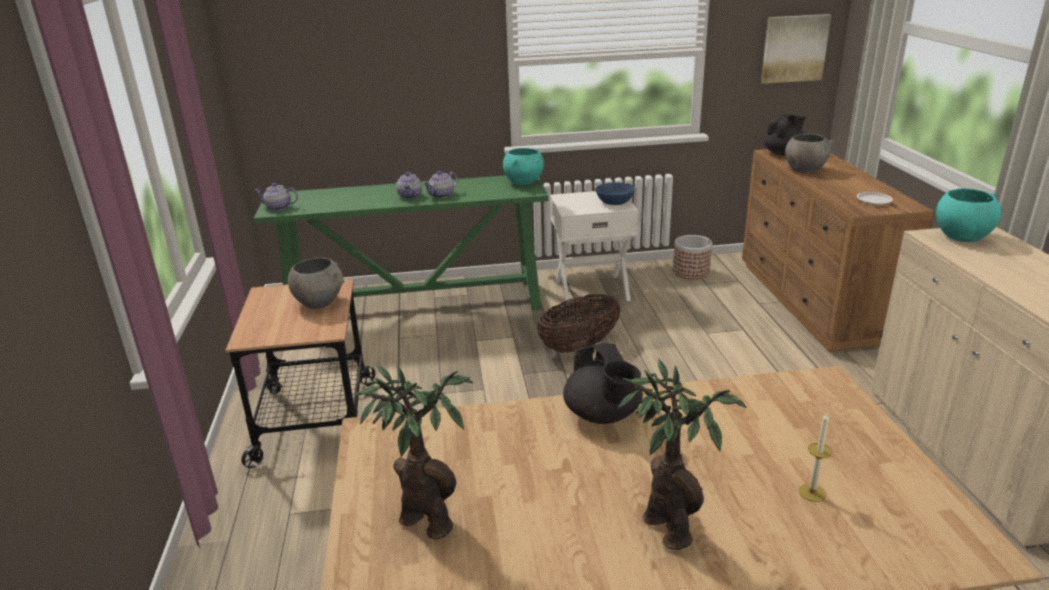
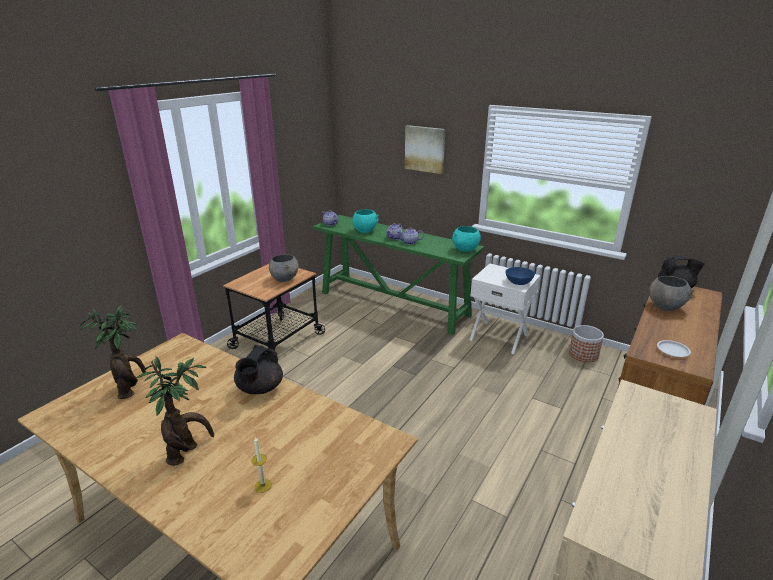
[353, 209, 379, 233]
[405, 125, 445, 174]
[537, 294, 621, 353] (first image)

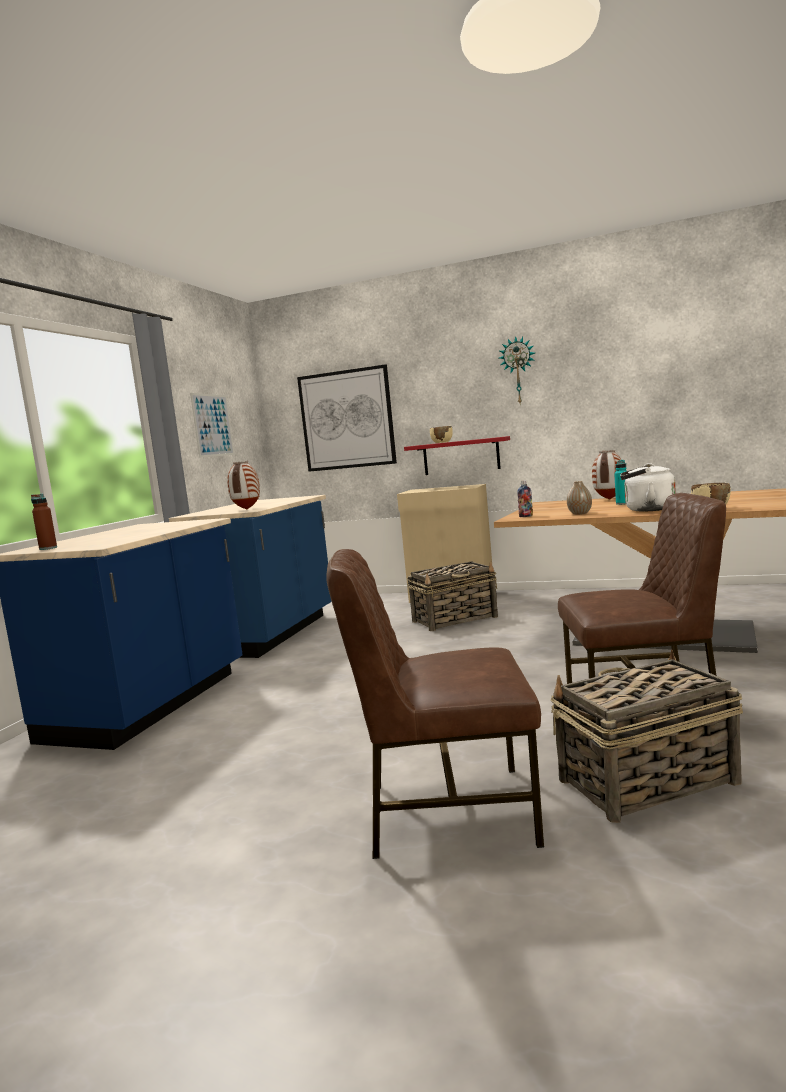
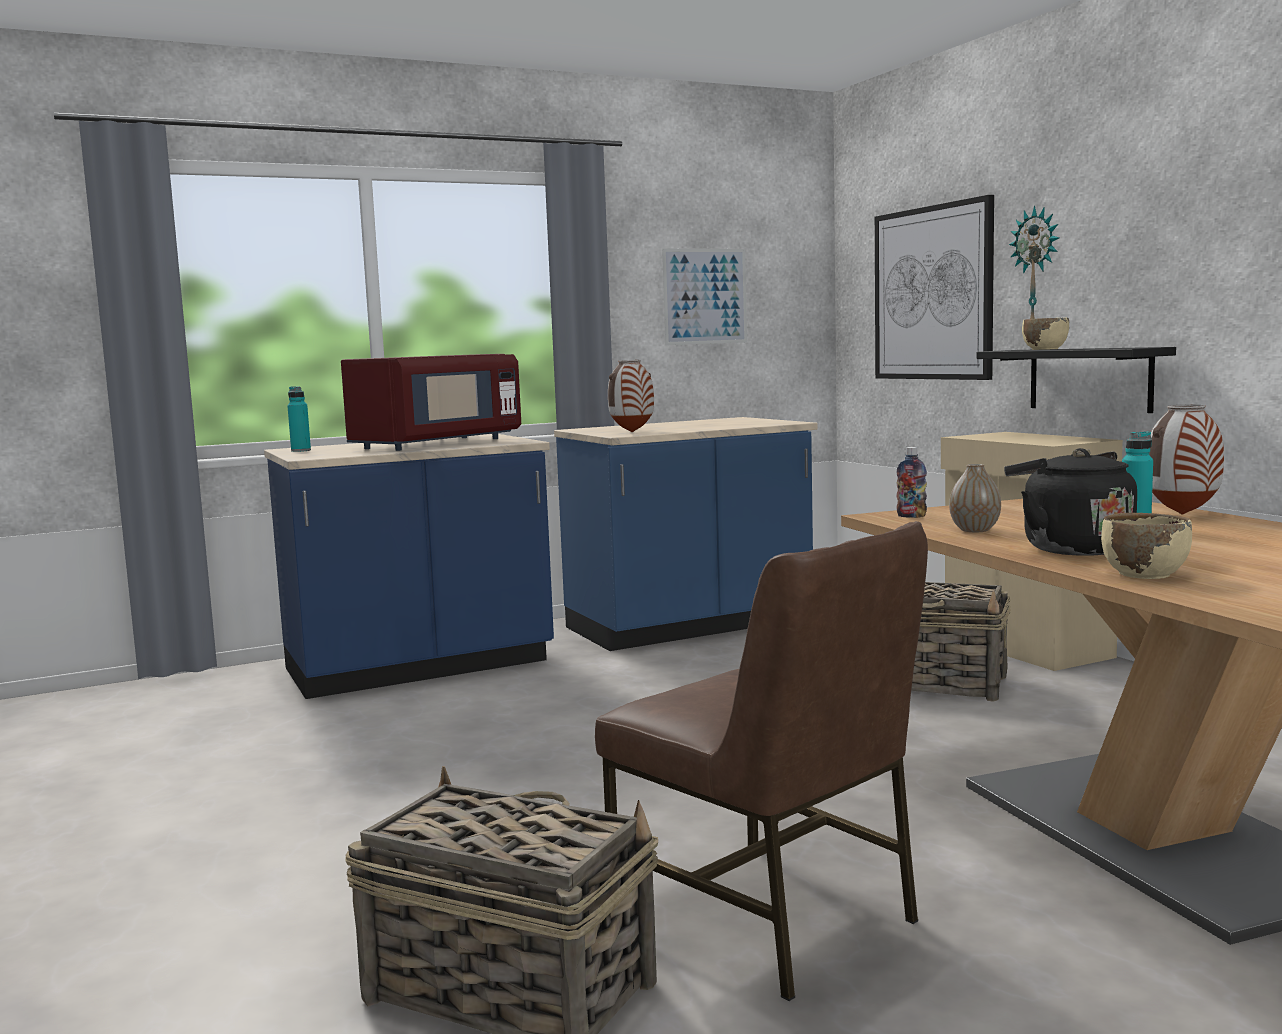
[288, 386, 311, 452]
[341, 354, 521, 451]
[977, 347, 1176, 413]
[1004, 448, 1137, 556]
[1009, 206, 1060, 319]
[326, 549, 544, 859] (first image)

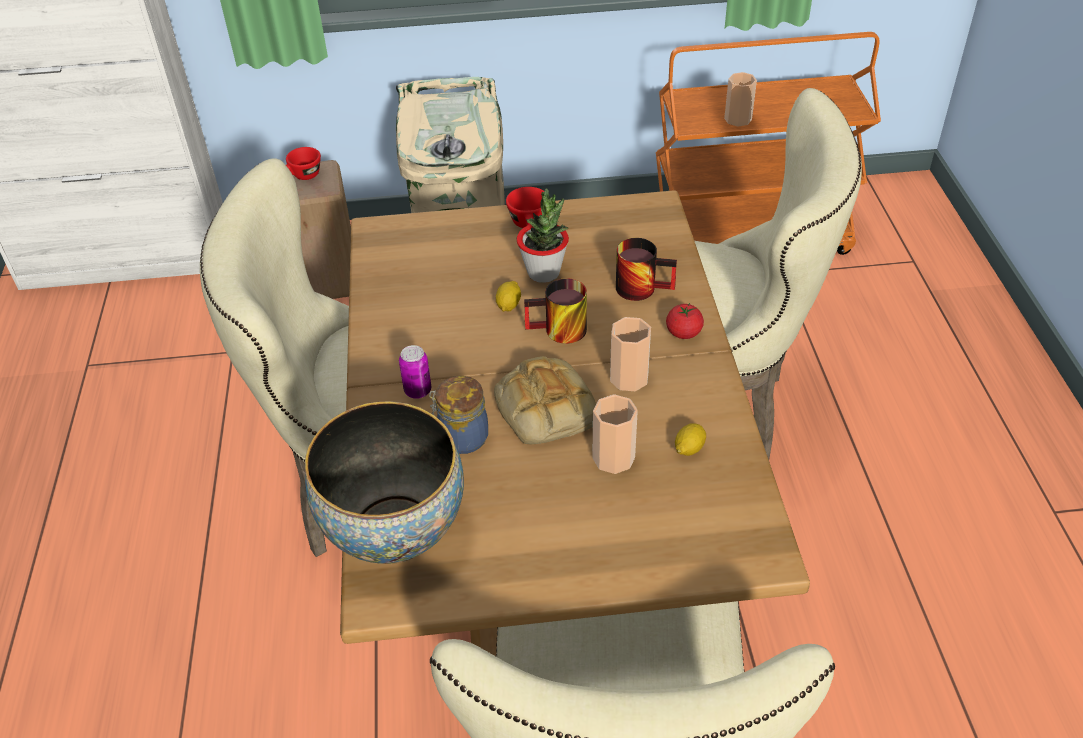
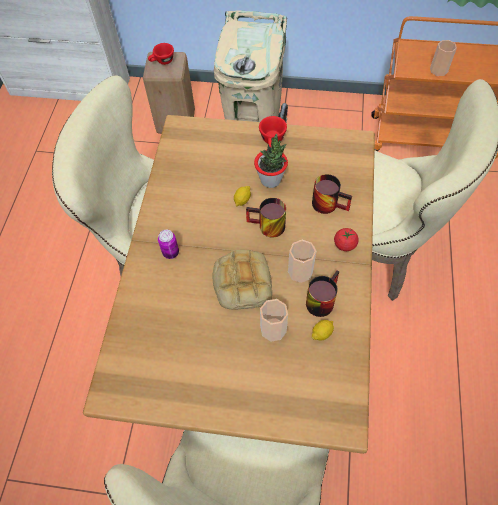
[306, 270, 339, 317]
[305, 401, 464, 564] (first image)
[429, 376, 488, 454] (first image)

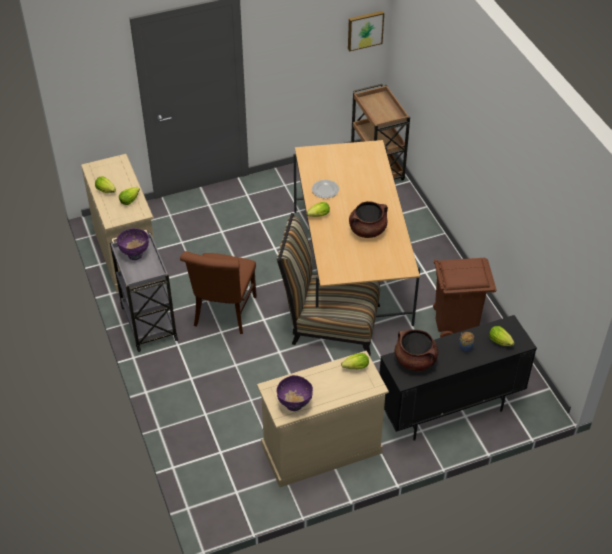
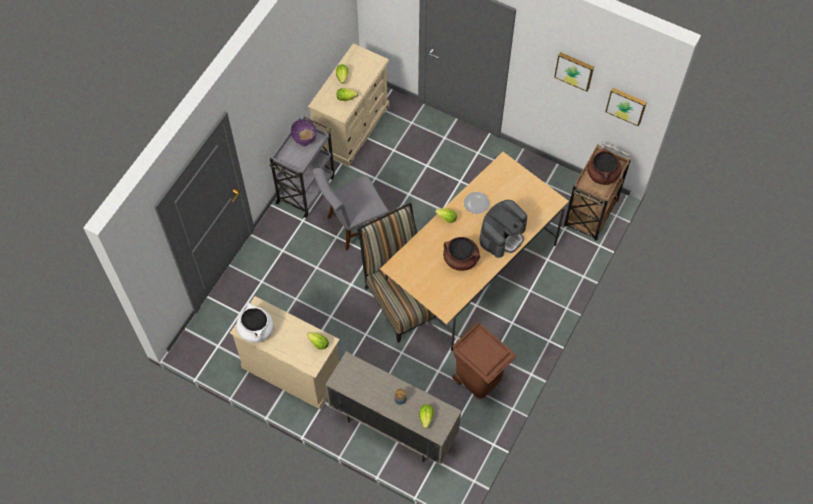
[236, 303, 273, 343]
[312, 168, 389, 251]
[325, 352, 462, 465]
[480, 200, 527, 258]
[554, 52, 594, 92]
[587, 148, 622, 185]

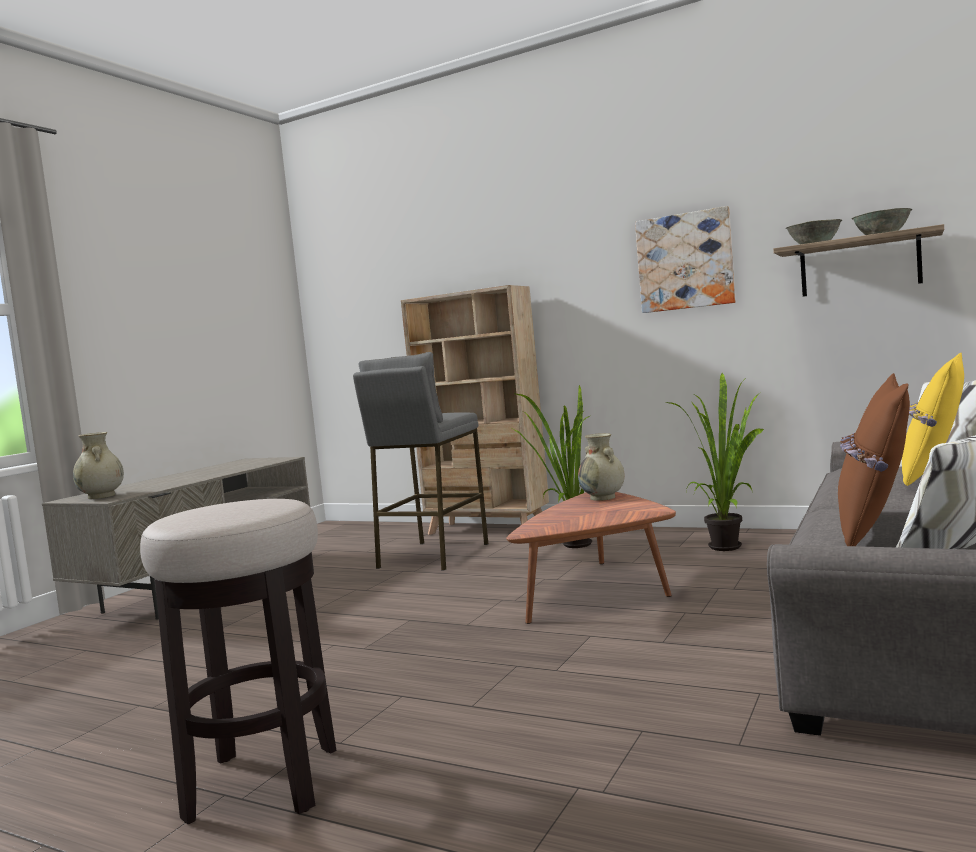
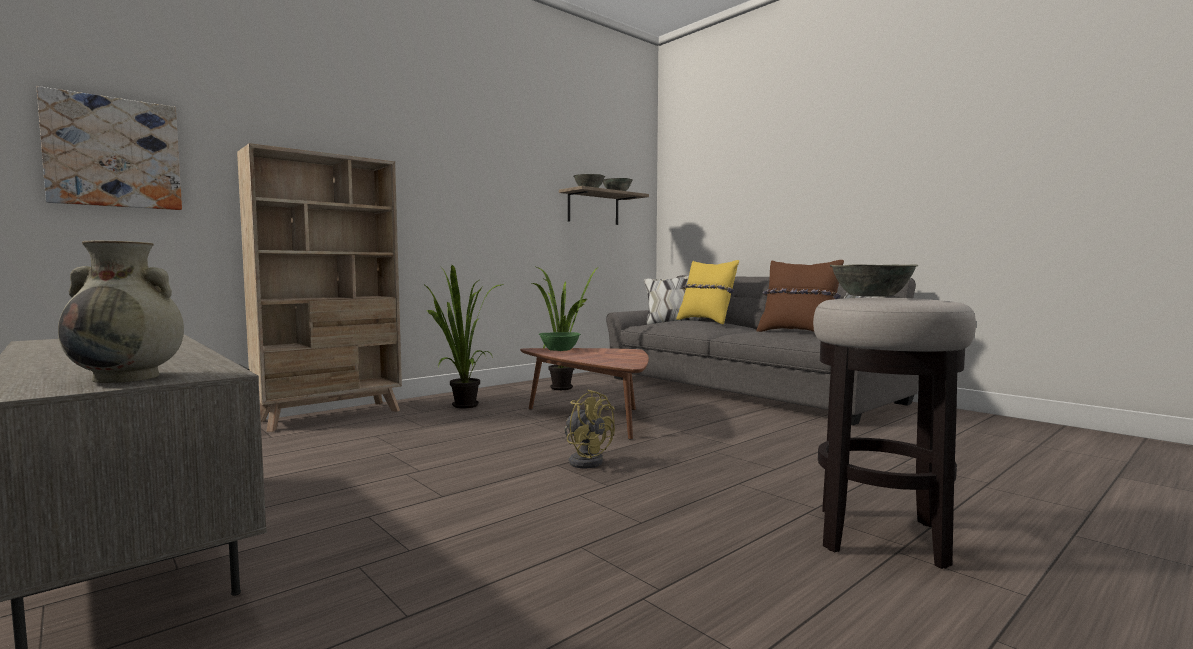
[37, 86, 182, 210]
[539, 332, 581, 351]
[564, 389, 615, 469]
[830, 264, 919, 297]
[353, 352, 488, 571] (first image)

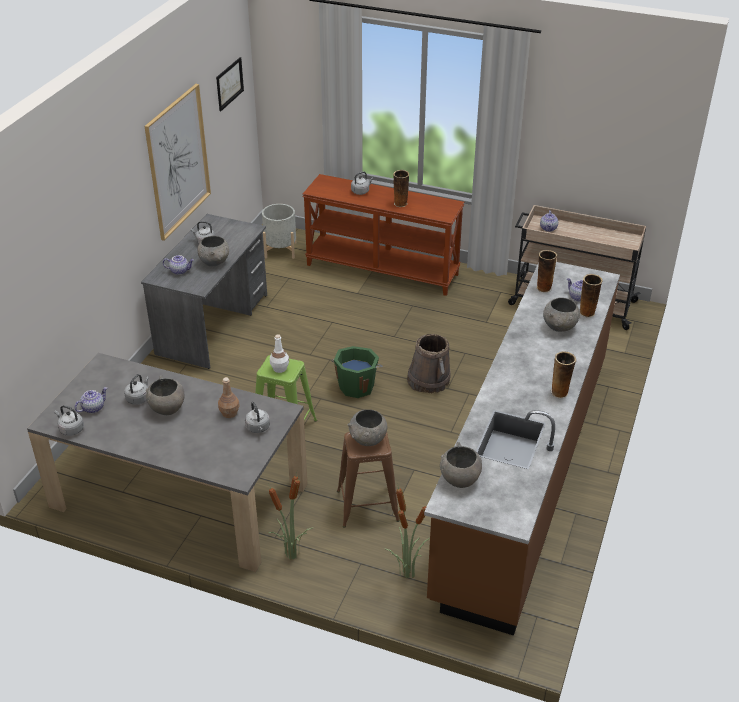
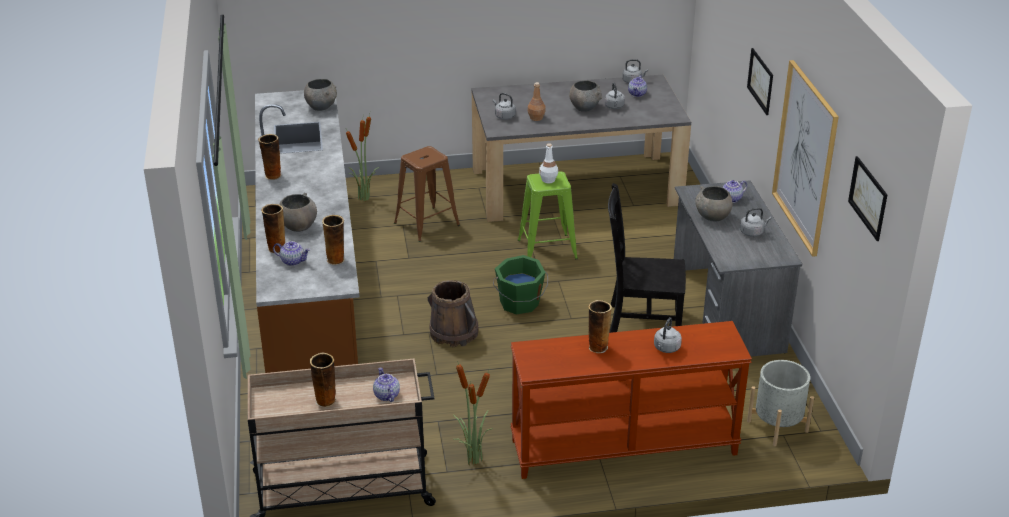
[310, 353, 336, 408]
[453, 361, 493, 466]
[608, 183, 686, 333]
[747, 48, 773, 115]
[347, 409, 387, 446] (first image)

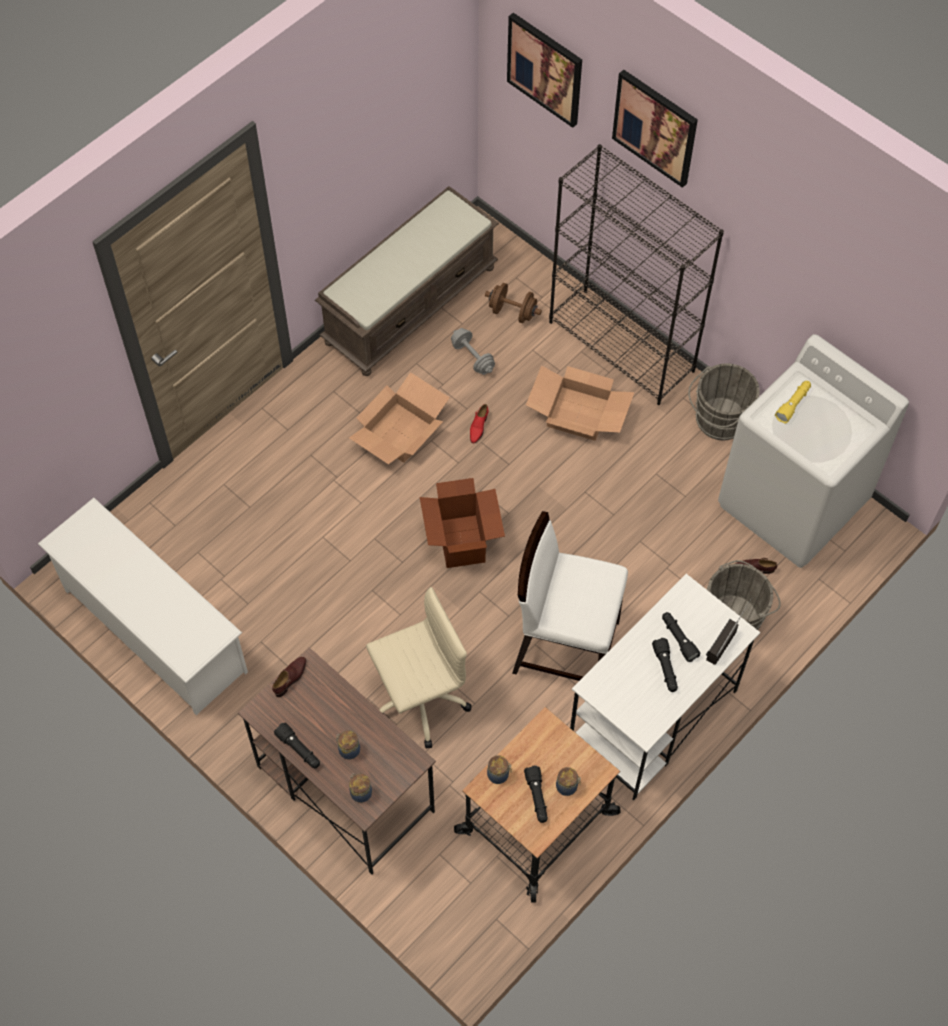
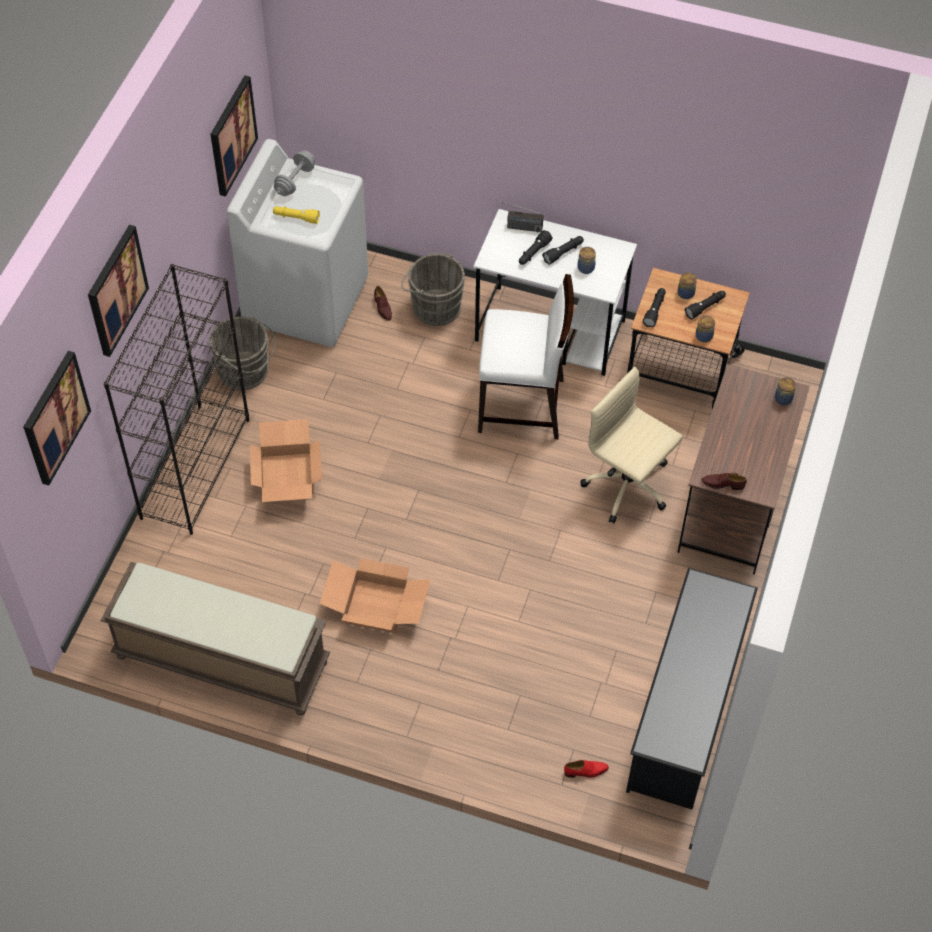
[210, 75, 258, 197]
[274, 150, 315, 196]
[478, 274, 574, 439]
[564, 760, 609, 778]
[577, 247, 596, 274]
[626, 568, 758, 809]
[643, 288, 666, 327]
[420, 478, 505, 568] (first image)
[485, 283, 542, 323] (first image)

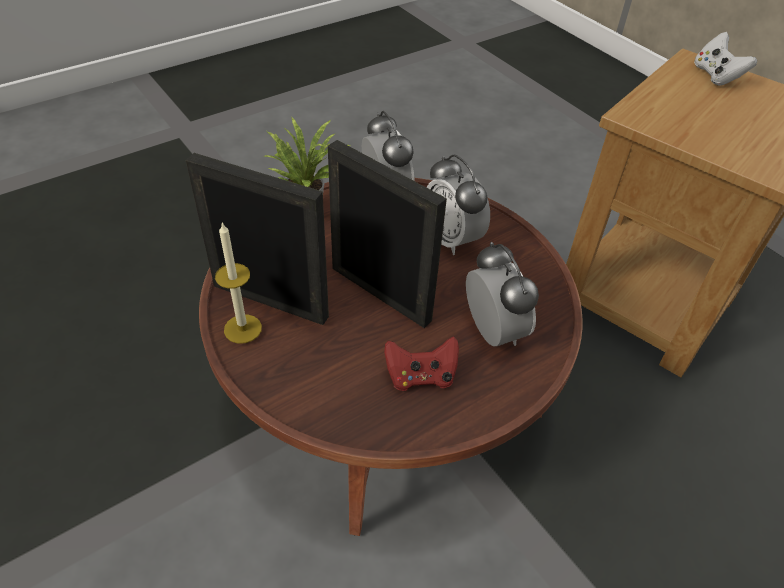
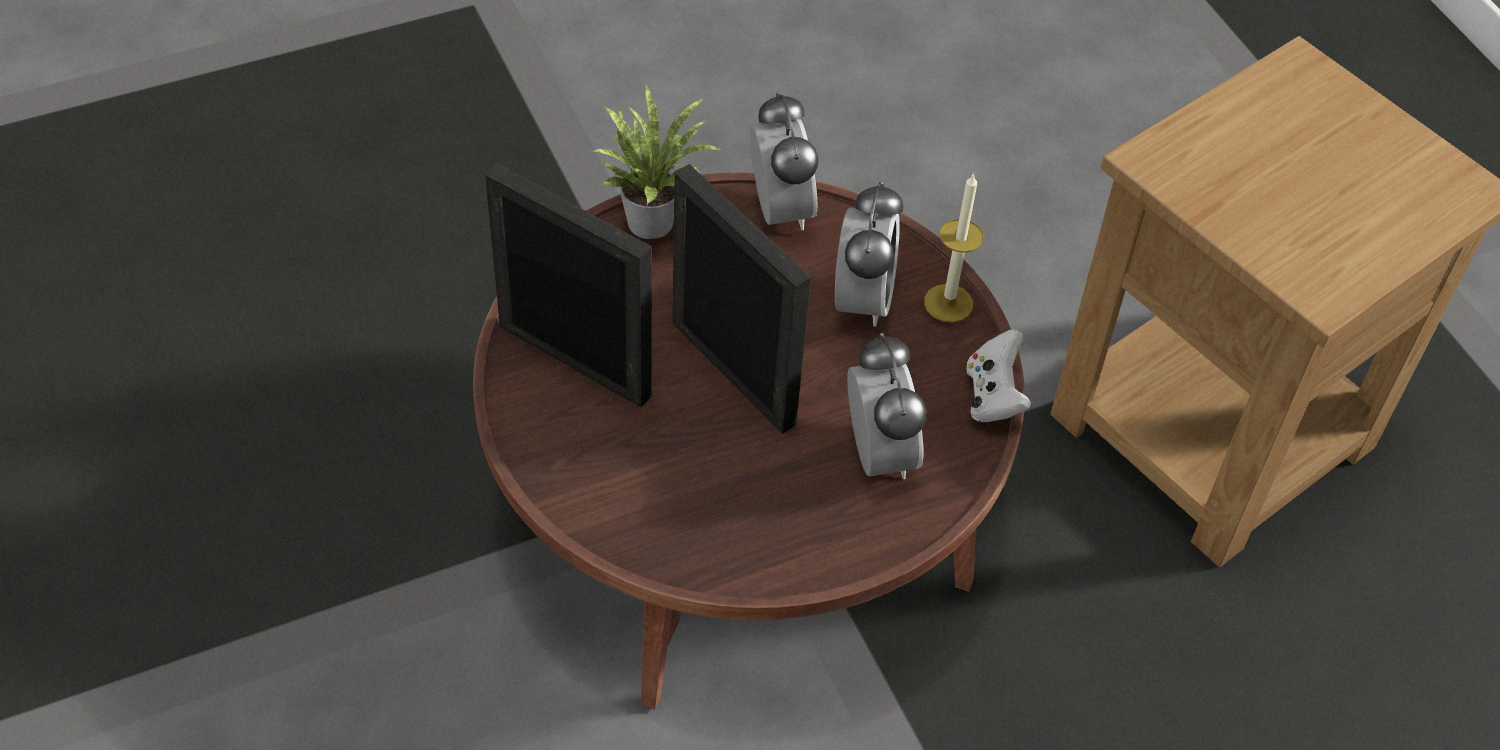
[835, 181, 903, 327]
[924, 173, 983, 323]
[966, 329, 1031, 422]
[384, 337, 459, 391] (first image)

